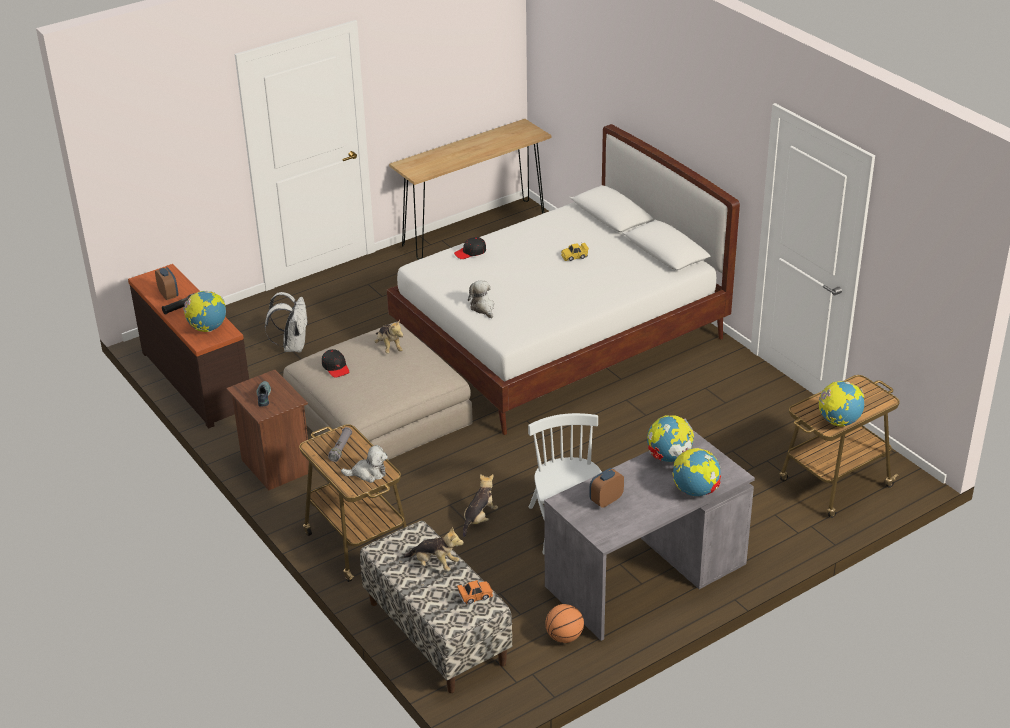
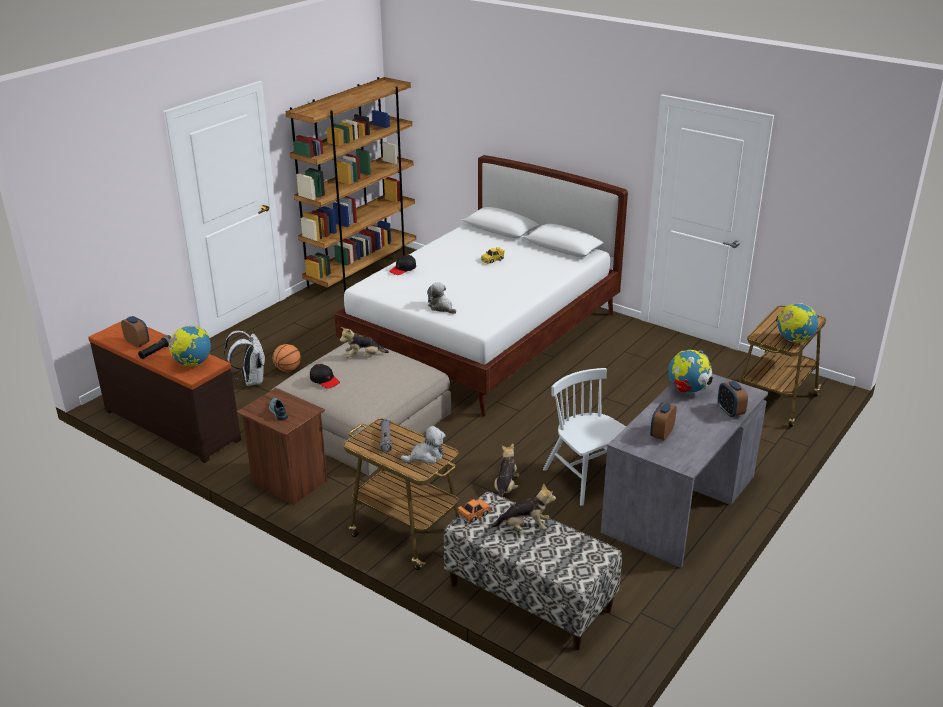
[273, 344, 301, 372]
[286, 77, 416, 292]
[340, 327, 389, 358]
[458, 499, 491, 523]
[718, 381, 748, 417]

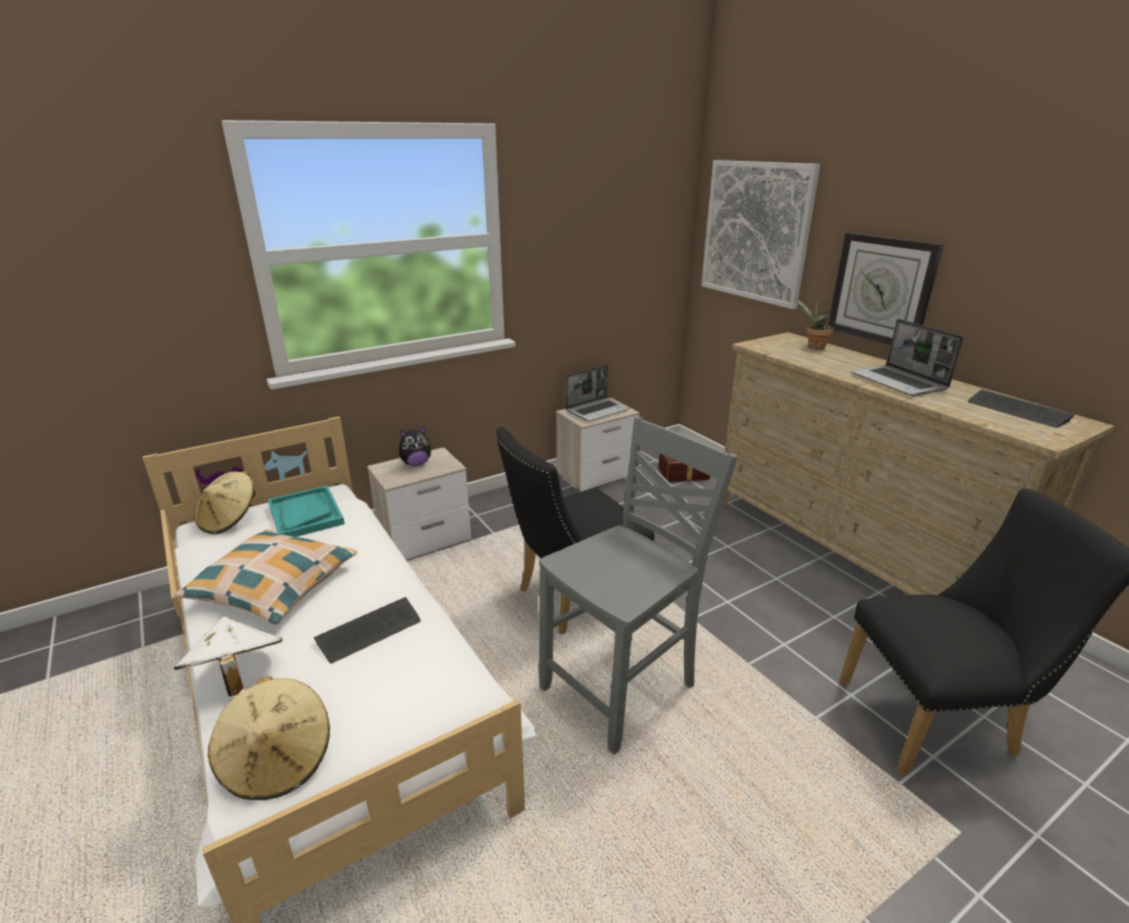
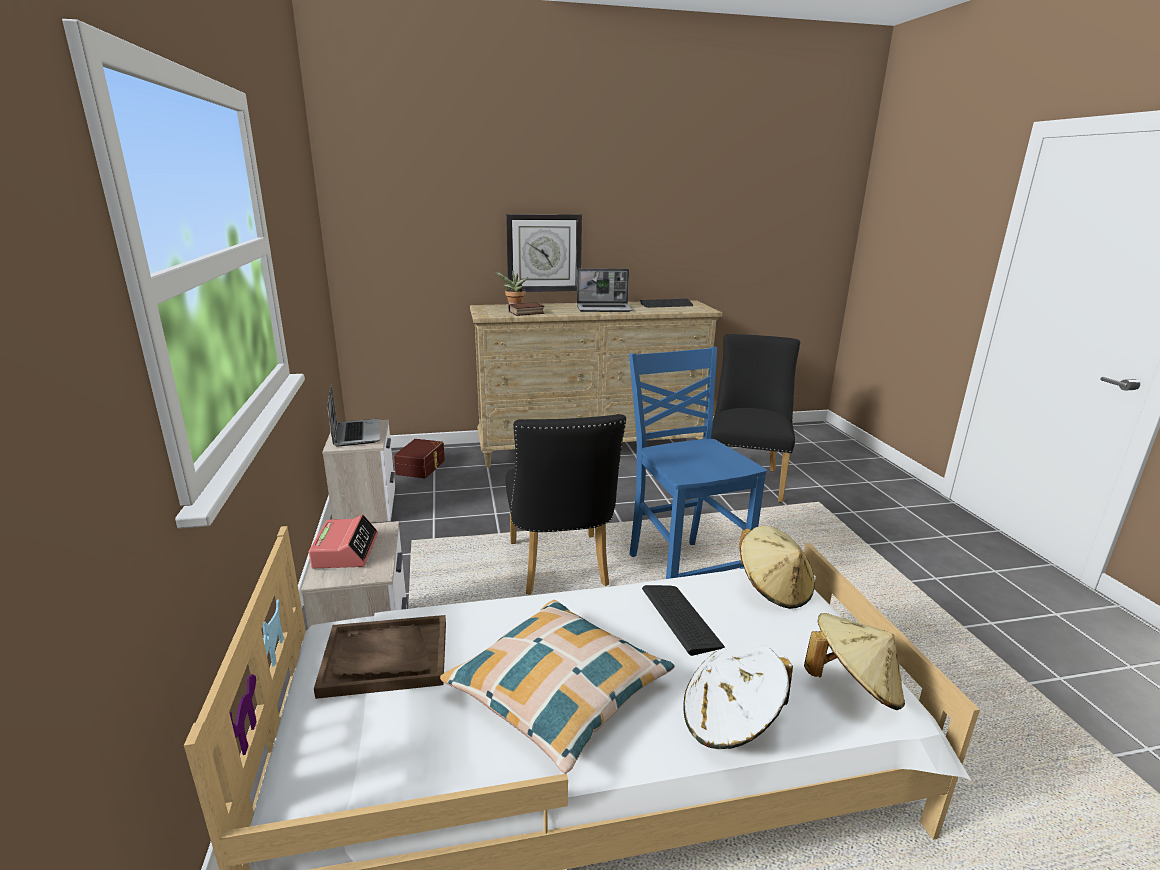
[309, 514, 378, 568]
[314, 615, 446, 699]
[509, 302, 544, 316]
[629, 347, 767, 579]
[739, 525, 815, 609]
[701, 160, 820, 309] (first image)

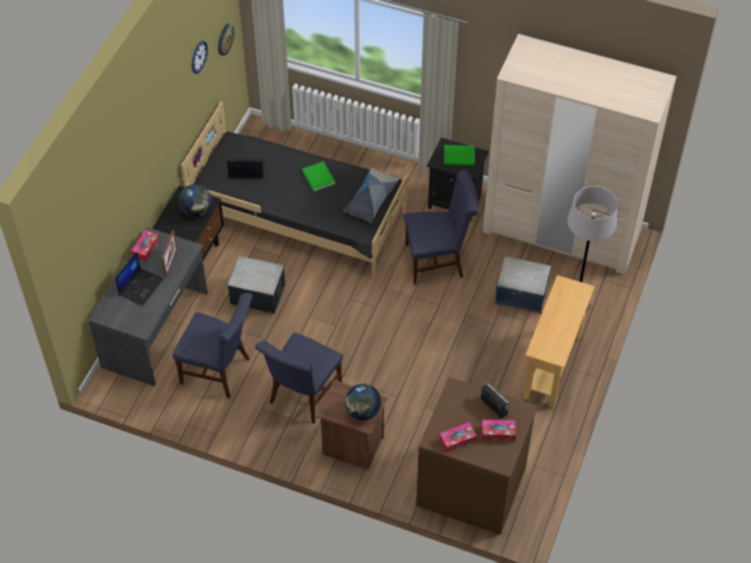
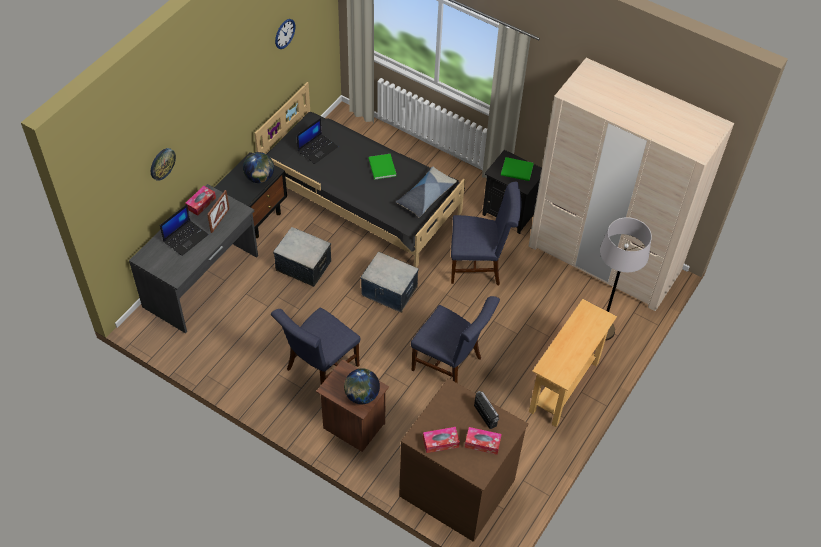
[151, 148, 176, 181]
[297, 118, 338, 164]
[360, 252, 419, 312]
[411, 296, 500, 383]

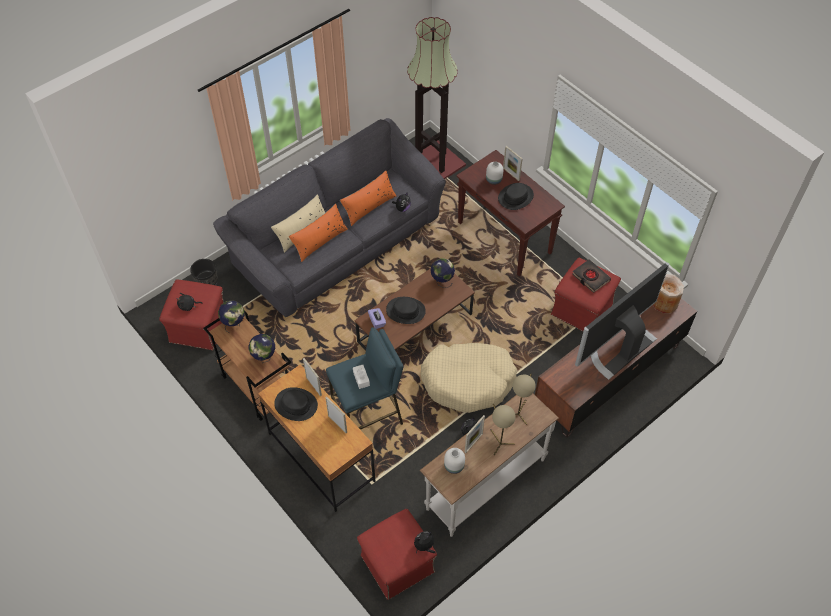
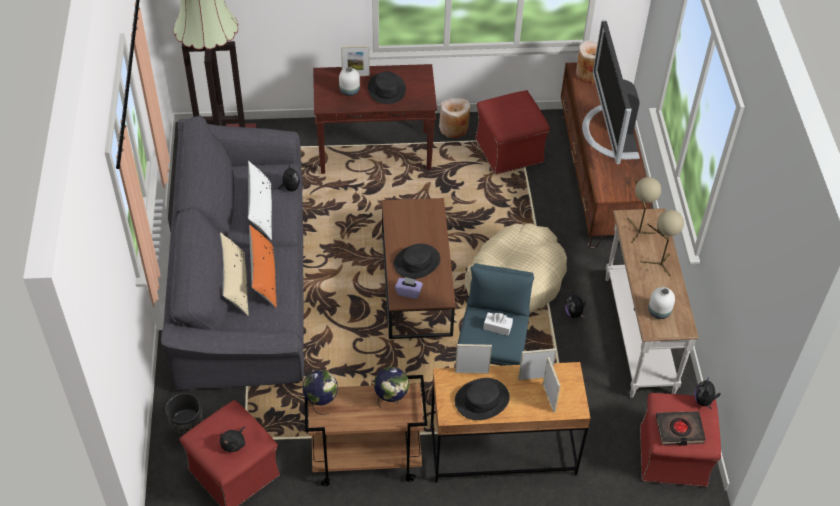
[248, 161, 272, 240]
[439, 98, 470, 138]
[543, 357, 560, 413]
[656, 411, 706, 446]
[431, 258, 455, 288] (first image)

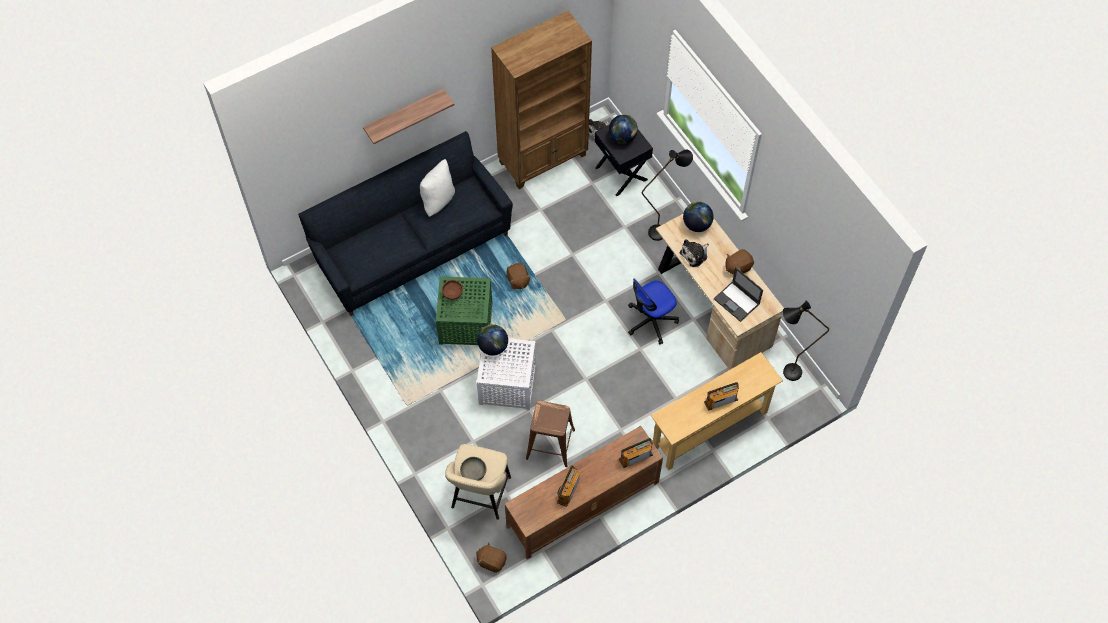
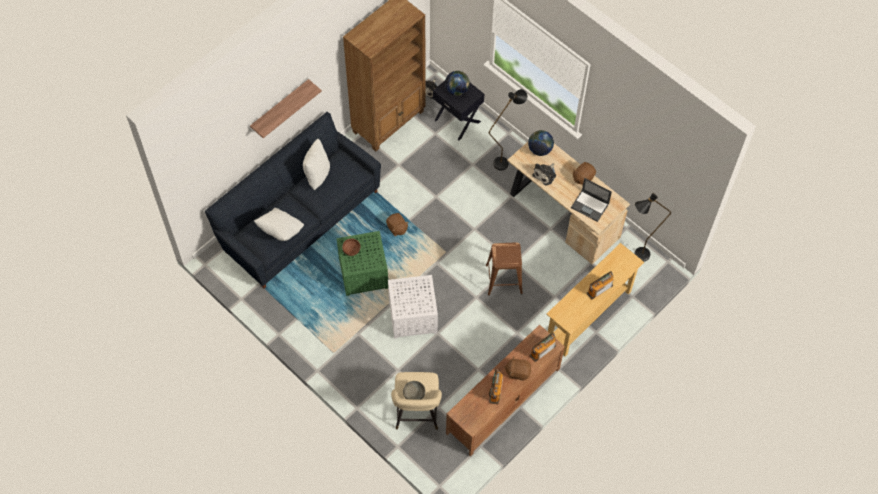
[254, 208, 304, 241]
[486, 242, 523, 296]
[504, 356, 532, 381]
[477, 324, 508, 356] (first image)
[628, 279, 679, 344] (first image)

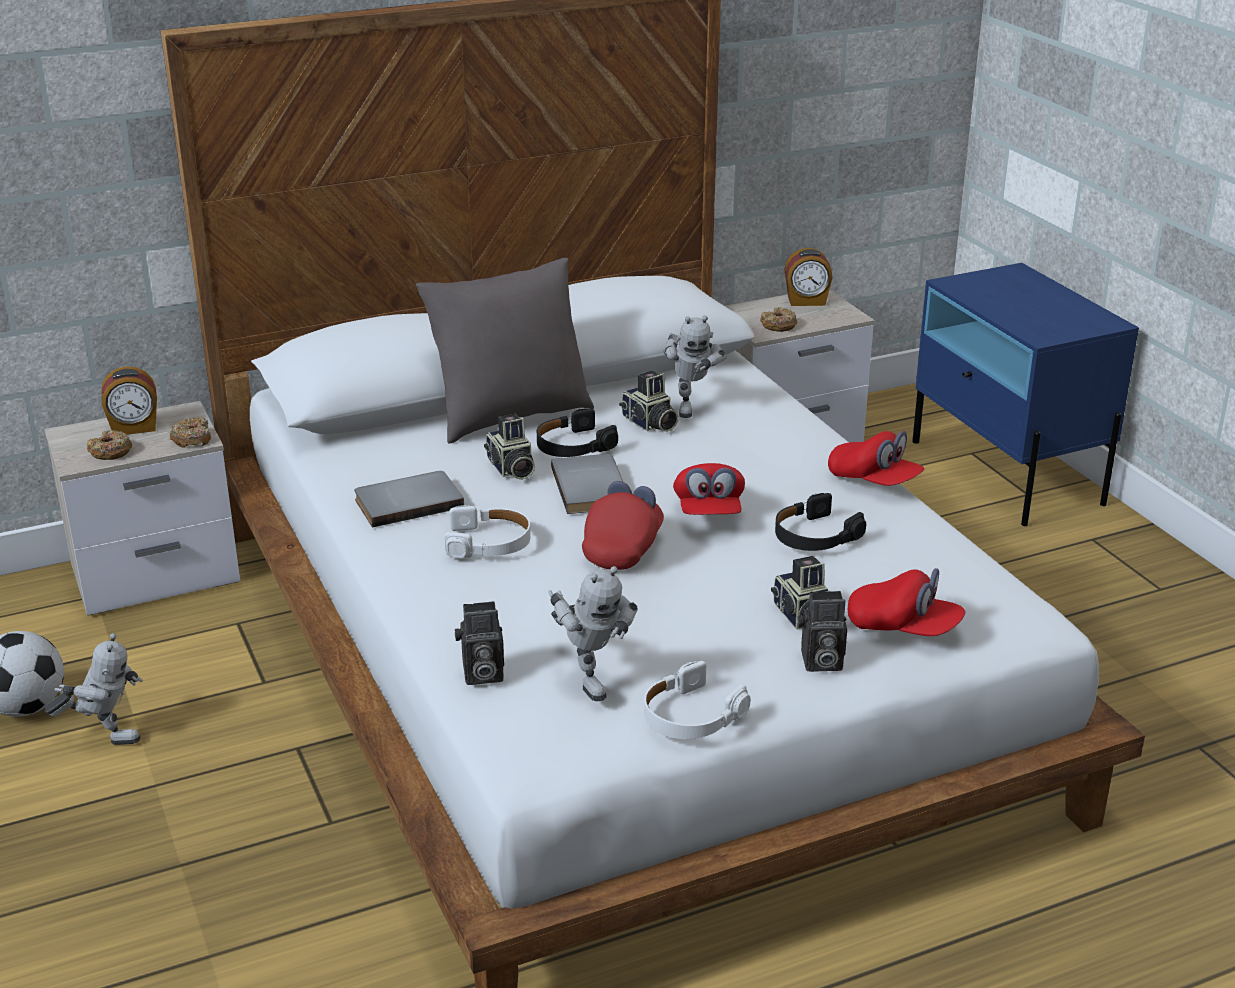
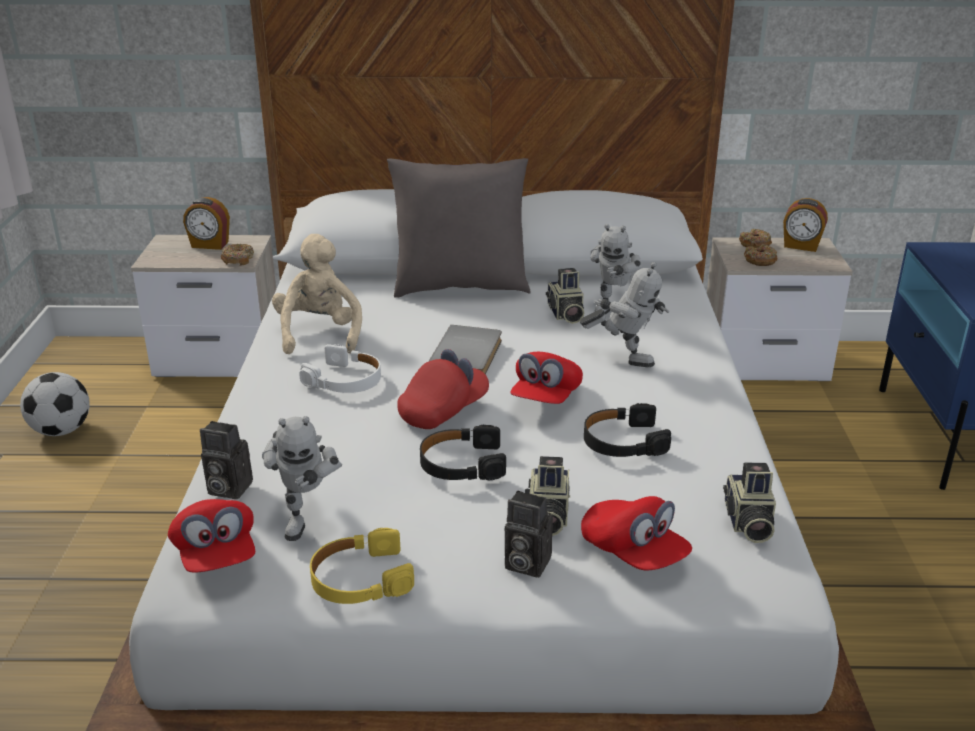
[168, 499, 255, 573]
[272, 234, 362, 354]
[310, 528, 414, 604]
[420, 424, 506, 481]
[580, 262, 669, 367]
[723, 462, 776, 543]
[739, 229, 772, 248]

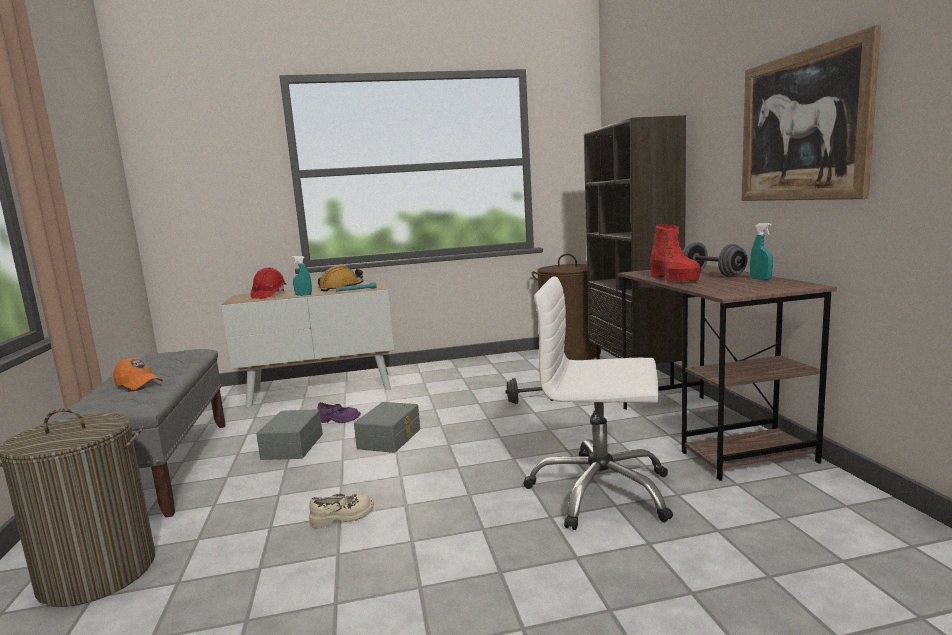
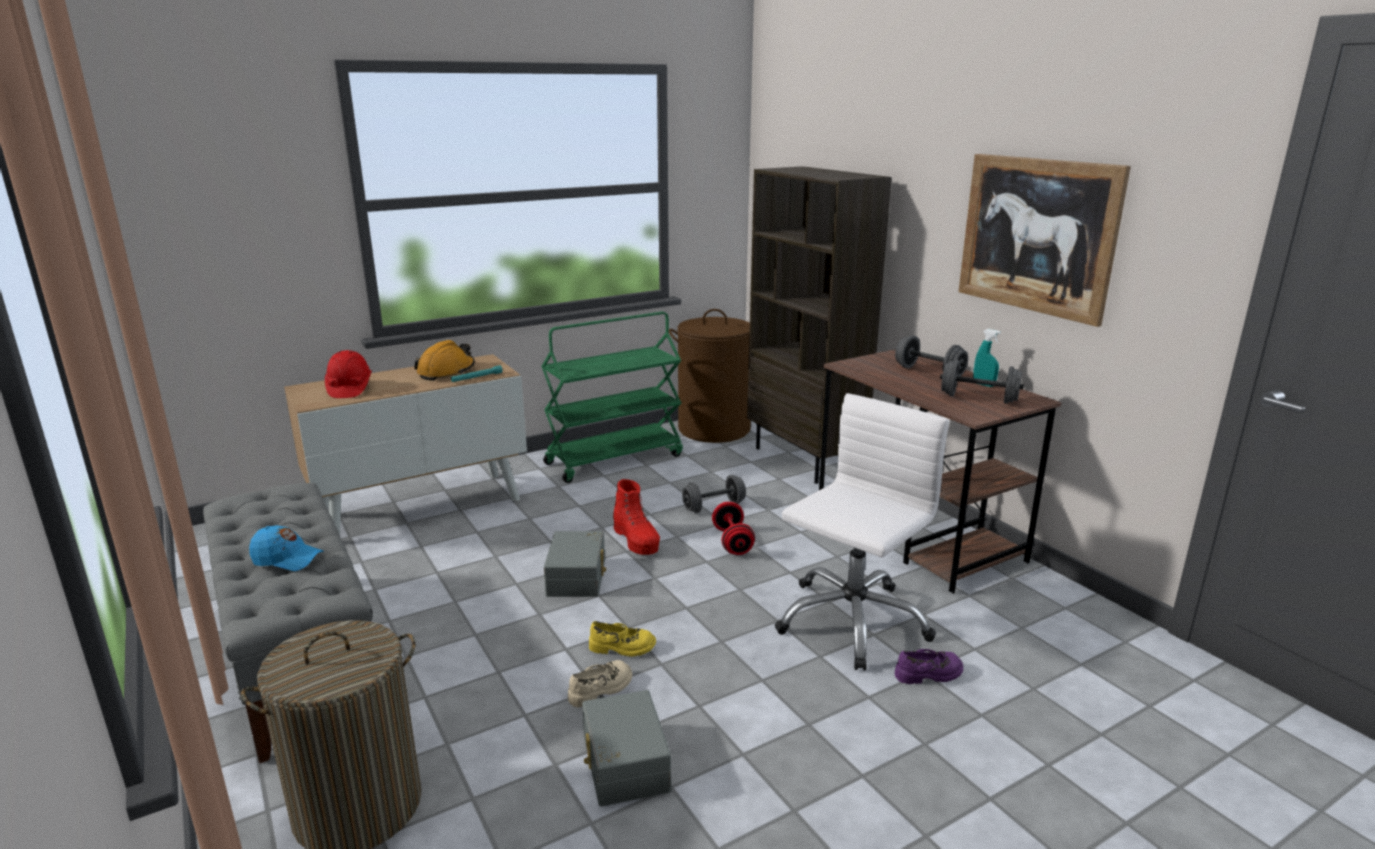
[249, 525, 324, 571]
[541, 312, 683, 483]
[582, 690, 671, 807]
[589, 621, 656, 657]
[613, 479, 660, 555]
[712, 502, 755, 555]
[774, 393, 949, 671]
[895, 649, 963, 684]
[940, 360, 1024, 404]
[292, 256, 312, 296] (first image)

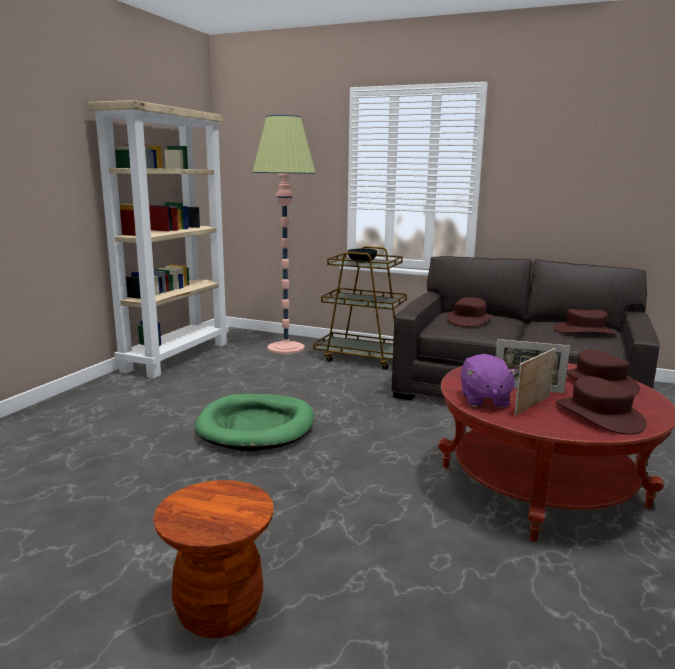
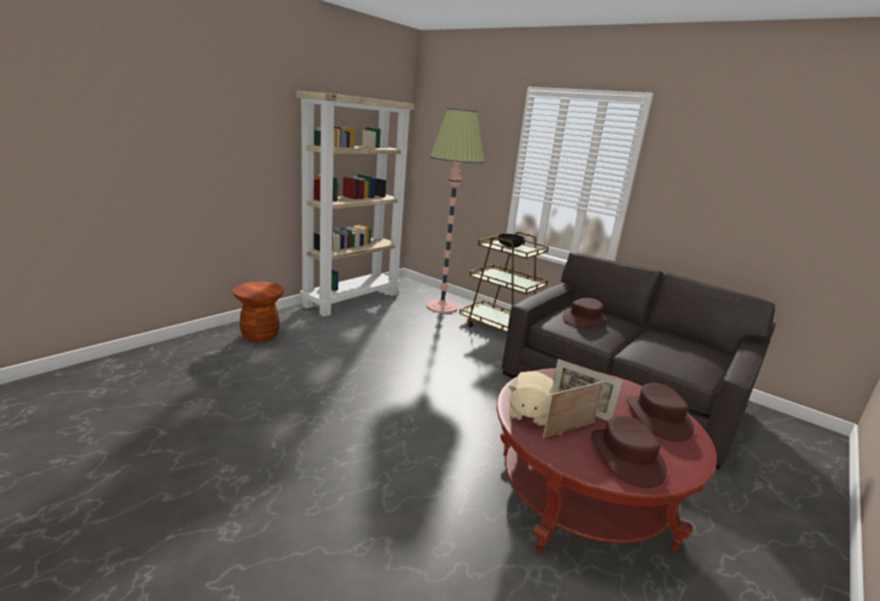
[232, 282, 284, 342]
[508, 371, 555, 426]
[195, 394, 314, 451] (first image)
[553, 309, 617, 335] (first image)

